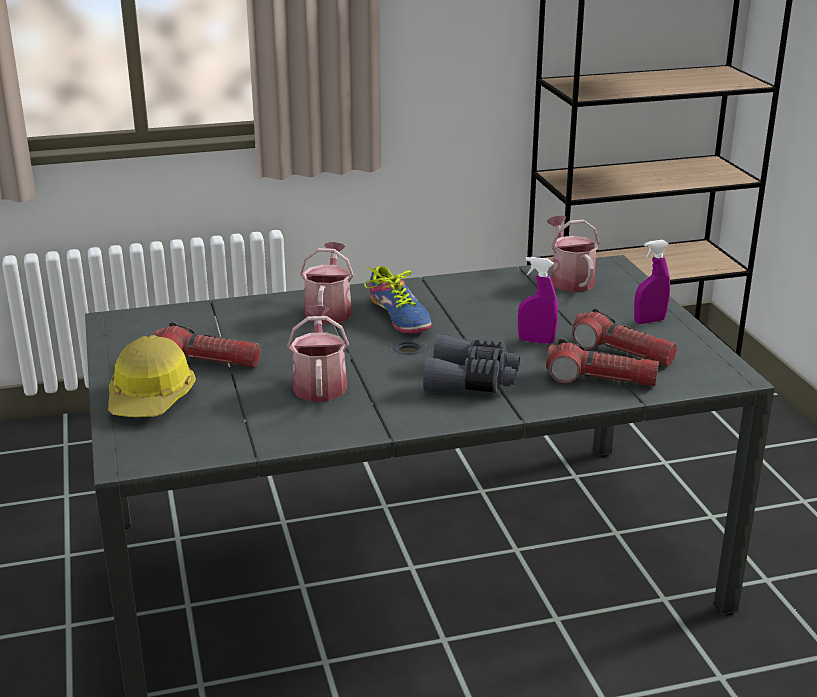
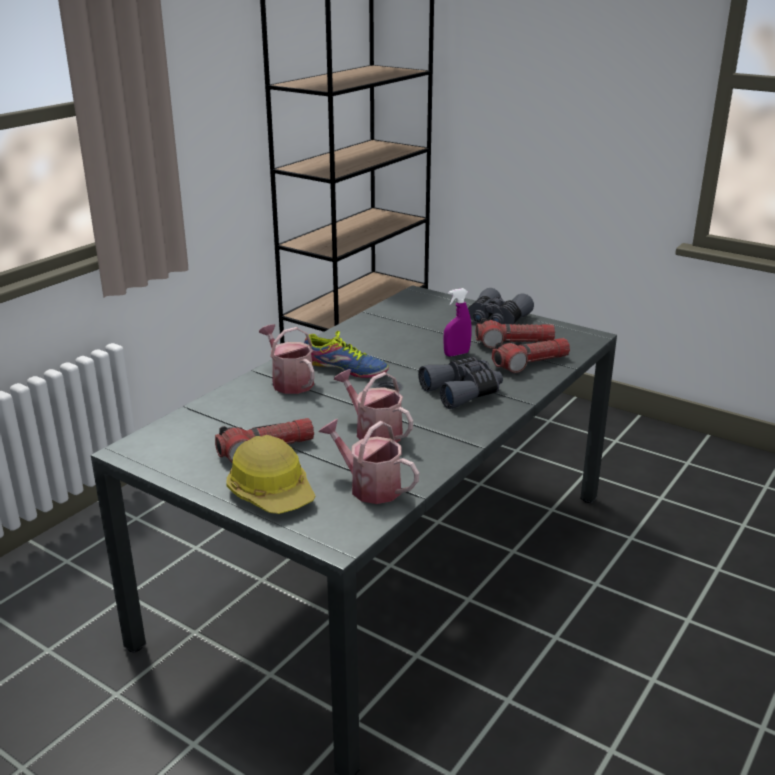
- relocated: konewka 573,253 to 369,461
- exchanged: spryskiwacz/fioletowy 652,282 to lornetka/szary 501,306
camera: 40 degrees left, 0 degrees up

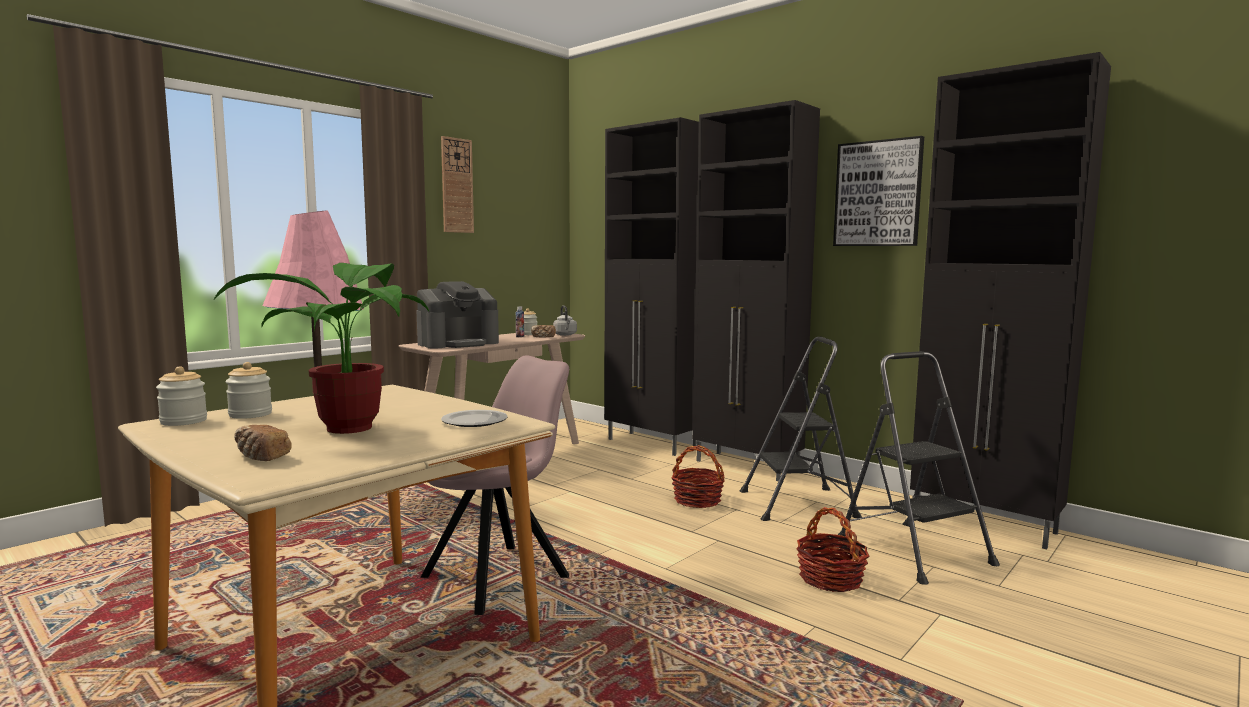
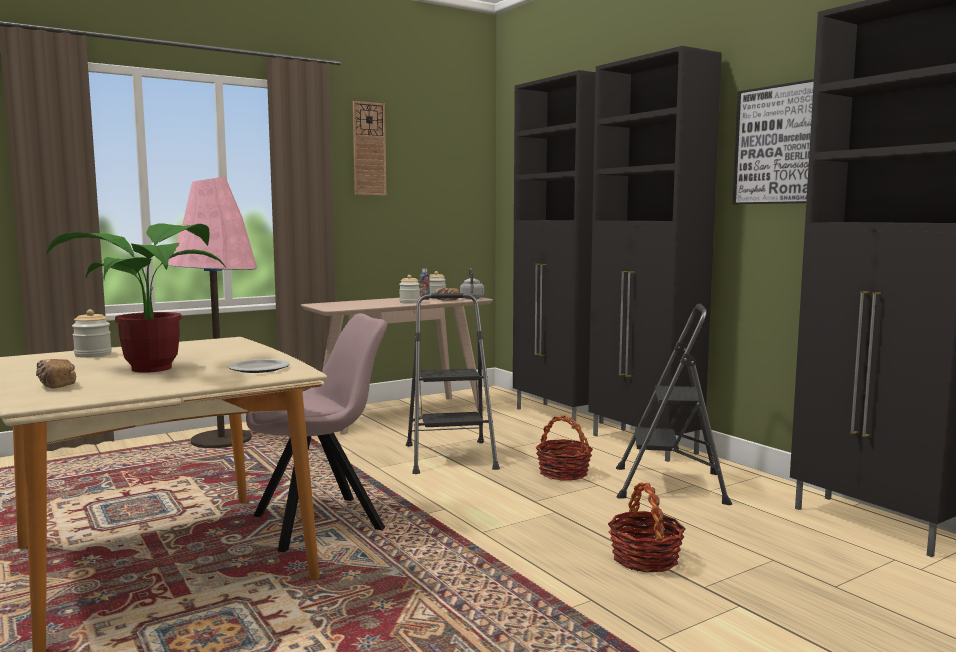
- missing: ekspres do kawy 458,314
- relocated: słoik 181,396 to 409,289
- relocated: drabinka/czarny 919,468 to 453,383
camera: 15 degrees right, 0 degrees up

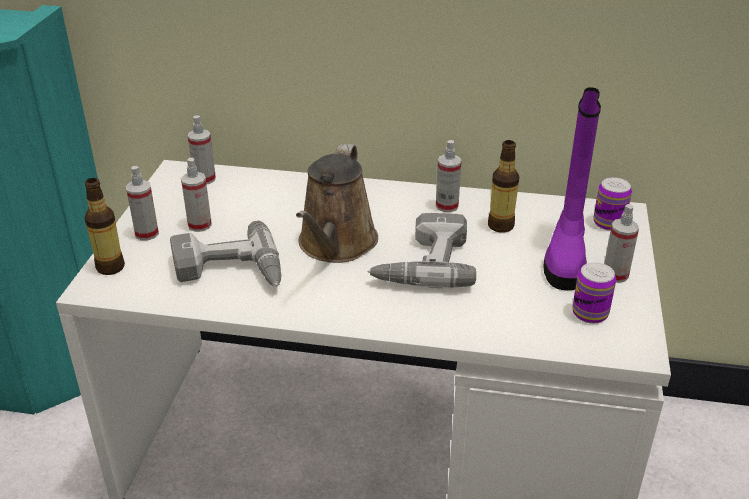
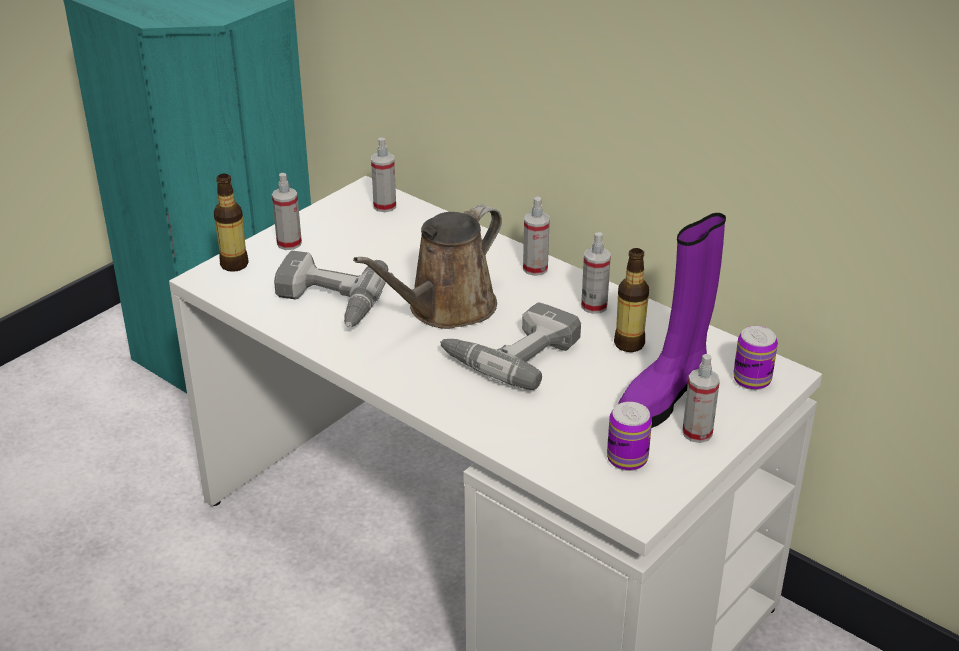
- relocated: spryskiwacz 196,195 to 536,236
camera: 30 degrees right, 0 degrees up

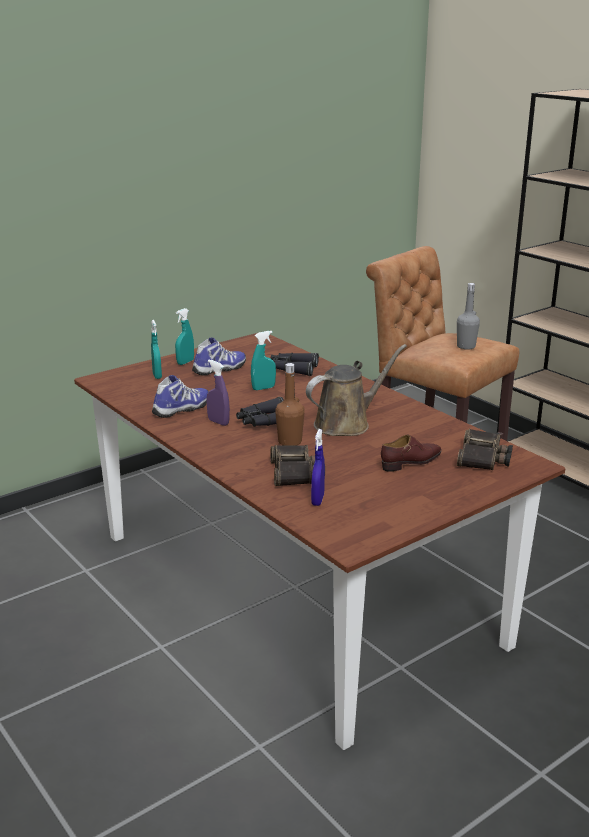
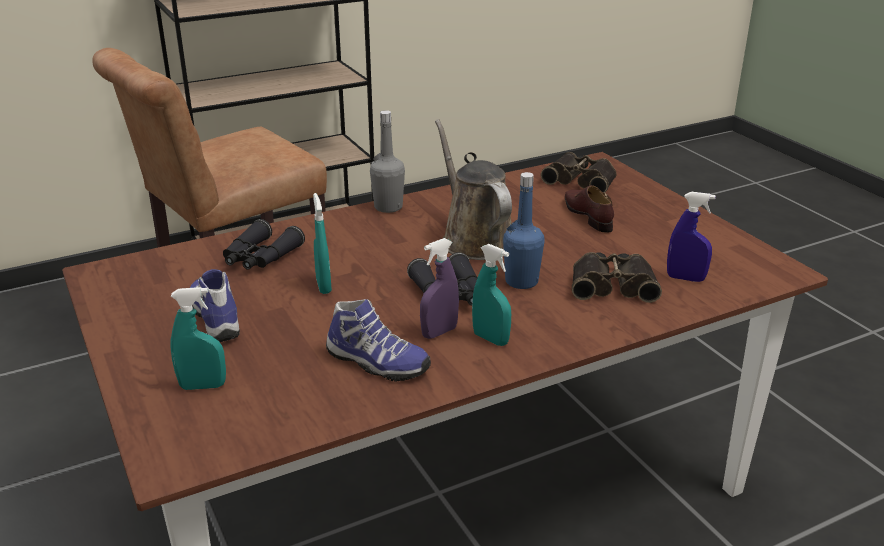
- relocated: spryskiwacz/turkusowy 184,336 to 491,295
- relocated: butelka/szary 468,316 to 387,161
- colour: butelka/brązowy 290,404 to butelka/niebieski 524,230
- spun: but 180,396 = 378,340 150 degrees clockwise
camera: 80 degrees left, 5 degrees up

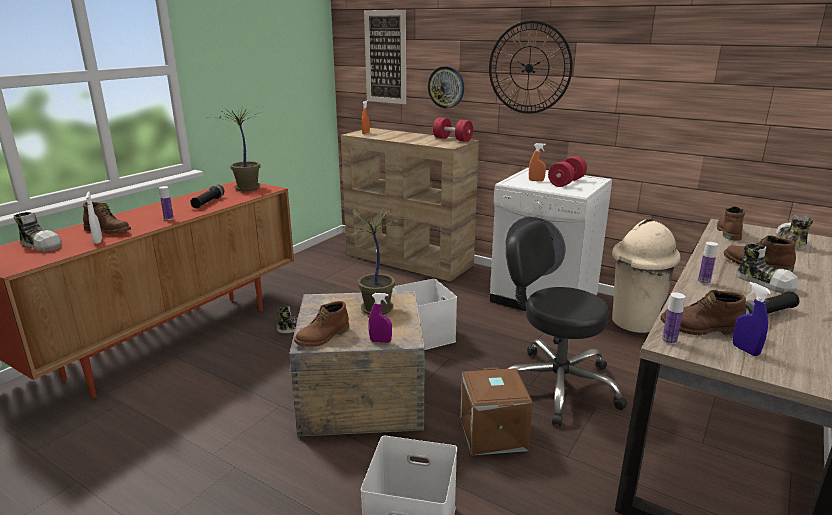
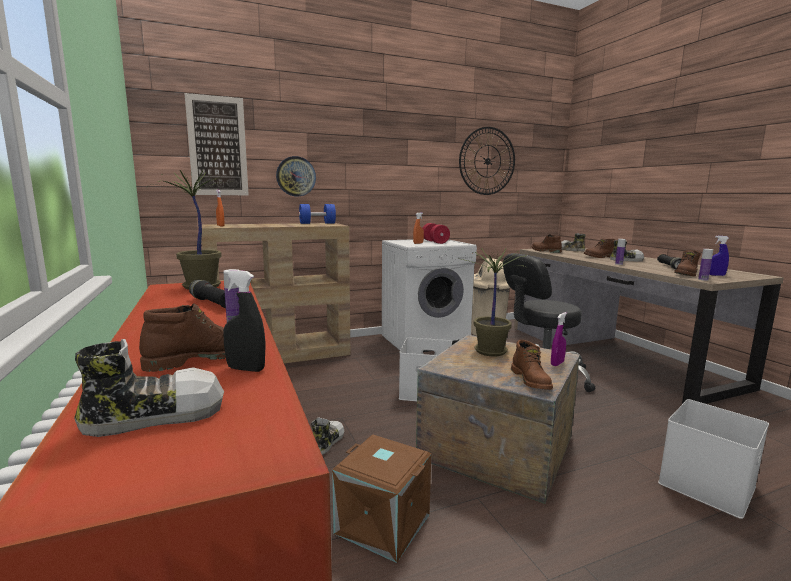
- relocated: pojemnik do przechowywania/brązowy 496,411 to 381,498
- relocated: zegar ścienny 531,67 to 487,161
- colour: spryskiwacz/biały 94,218 to spryskiwacz/czarny 244,321
- colour: hantel/czerwony 453,129 to hantel/niebieski 317,214
camera: 55 degrees left, 10 degrees down

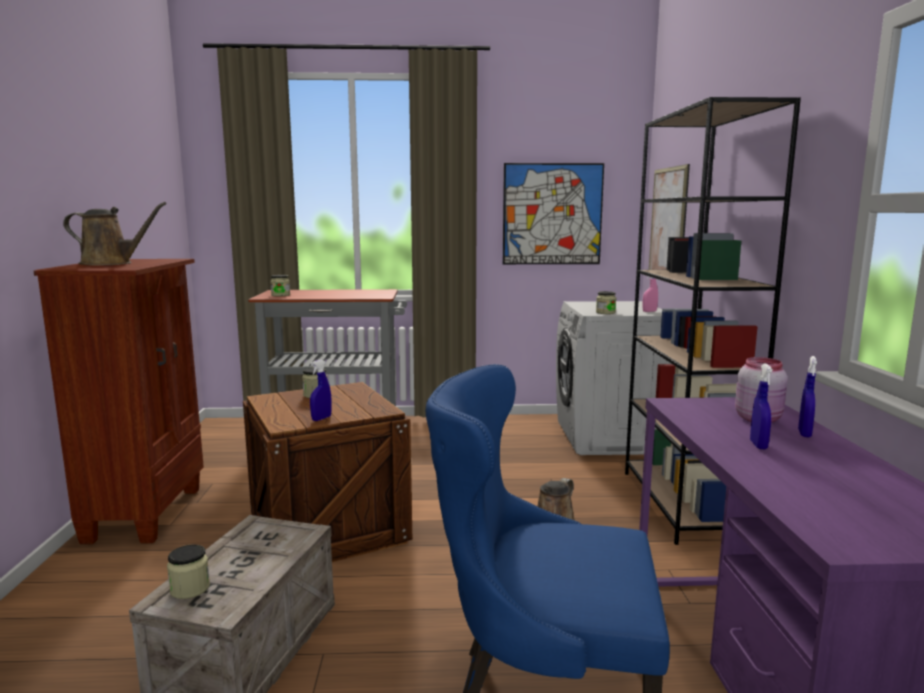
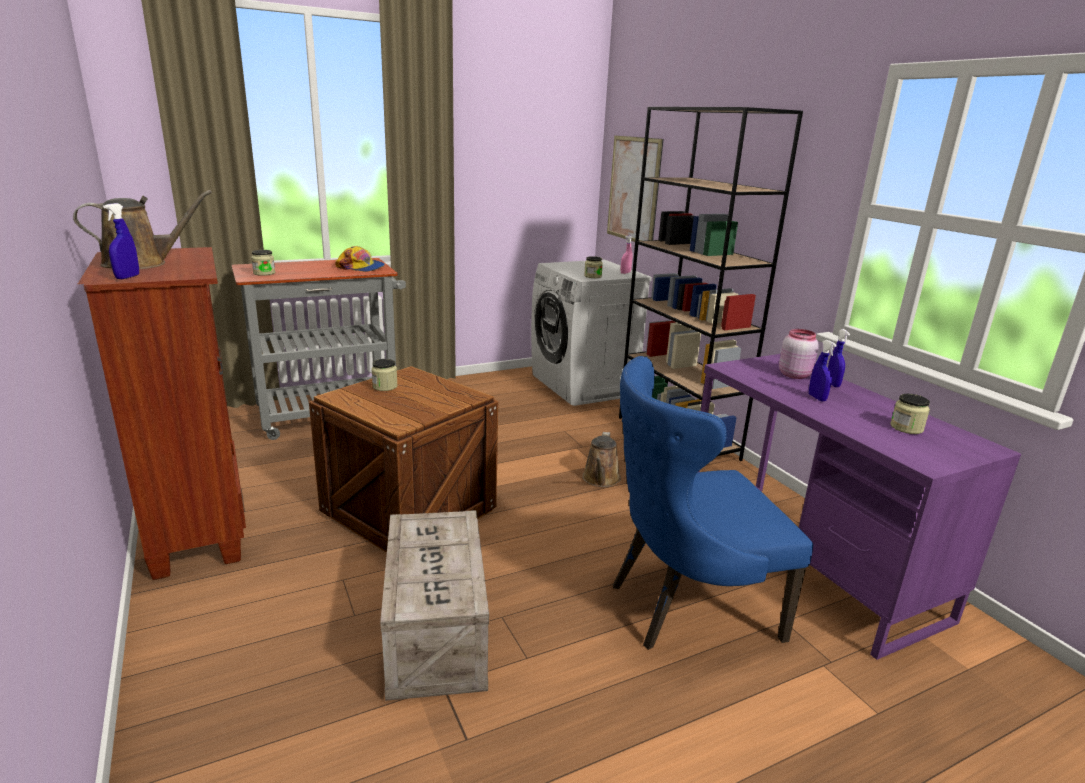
- missing: obraz 553,213
- appeared: czapka z daszkiem 360,259
- relocated: słoik 188,571 to 910,414
- relocated: spryskiwacz/niebieski 321,390 to 121,241
camera: 25 degrees left, 10 degrees up

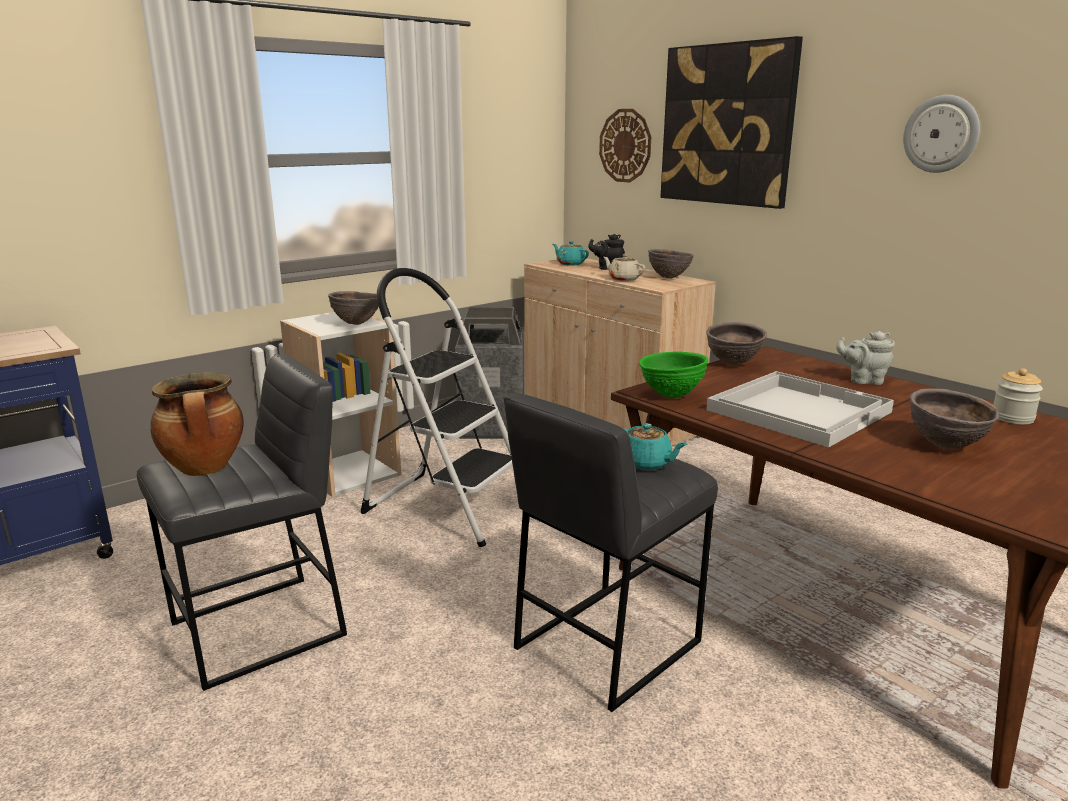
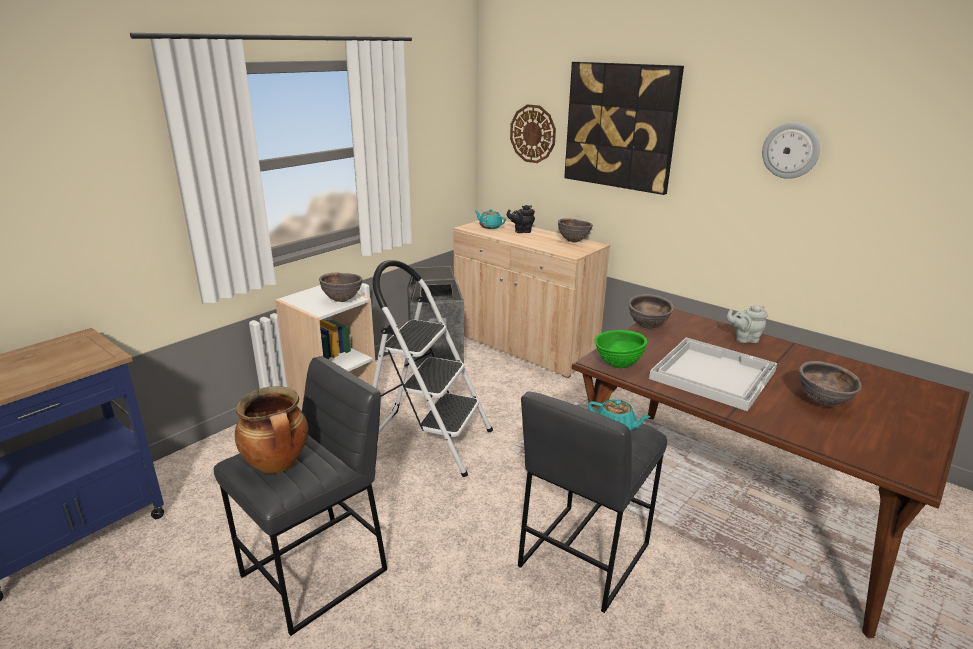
- missing: imbryk/beżowy 624,267
- missing: słoik 1018,396
camera: 10 degrees left, 5 degrees up

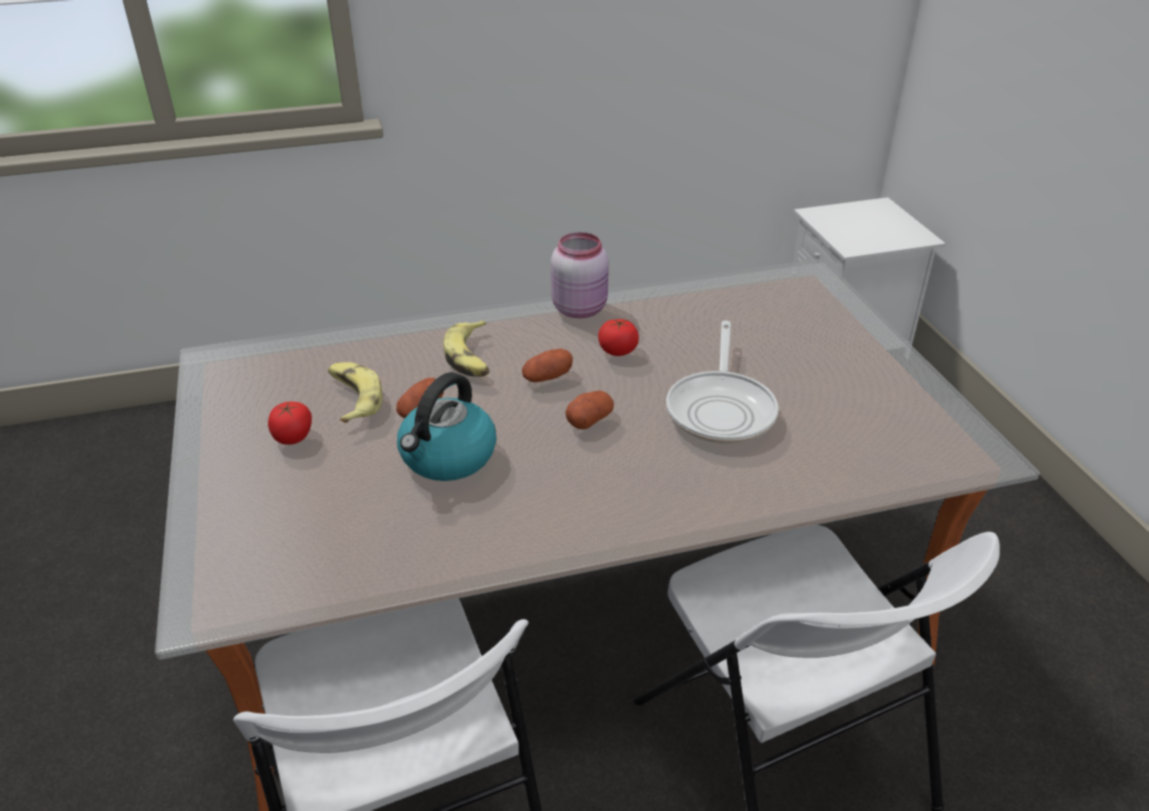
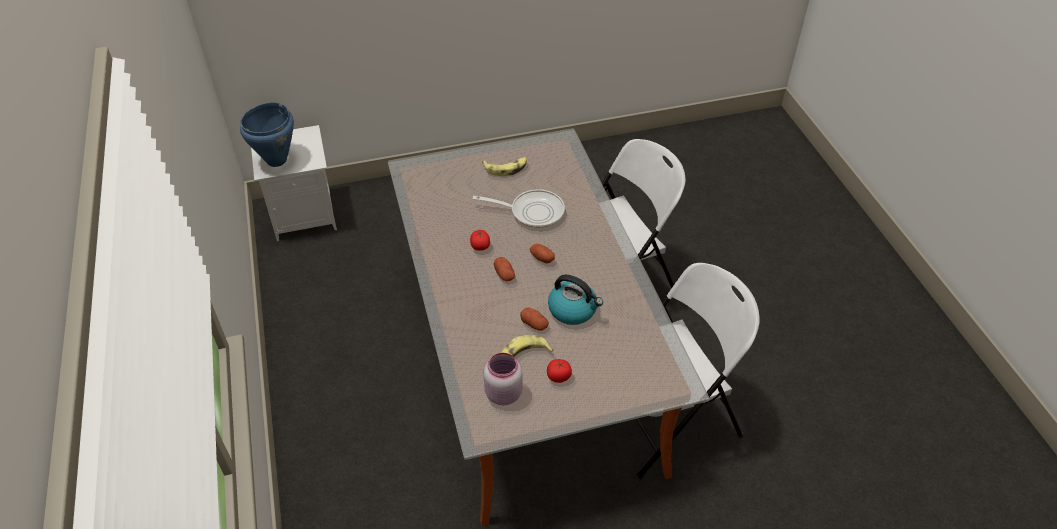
- appeared: garnek/niebieski 267,134
- relocated: banan 466,349 to 504,166
- relocated: słoik/różowy 580,275 to 503,379
camera: 90 degrees left, 10 degrees up

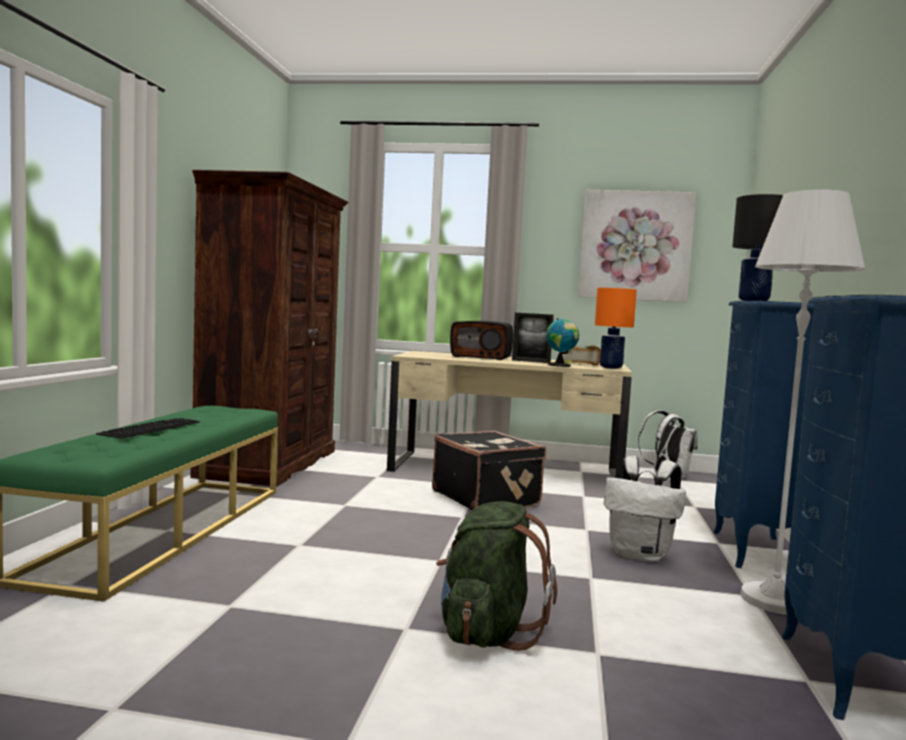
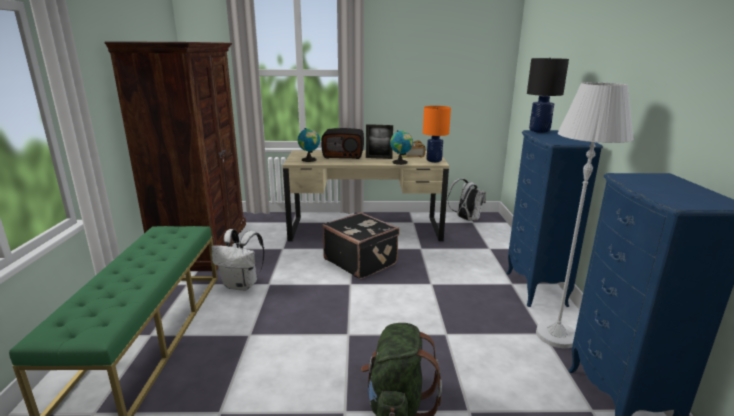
- missing: klawiatura 148,428
- missing: obraz 637,246
- appeared: globus 309,145
- relocated: plecak/biały 645,509 to 238,260
camera: 10 degrees left, 15 degrees up

